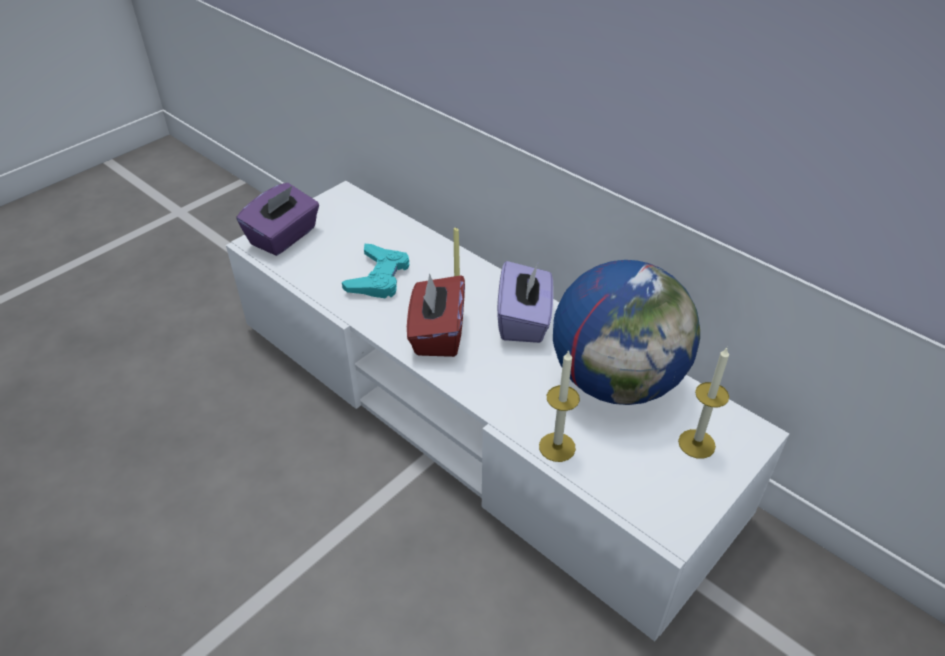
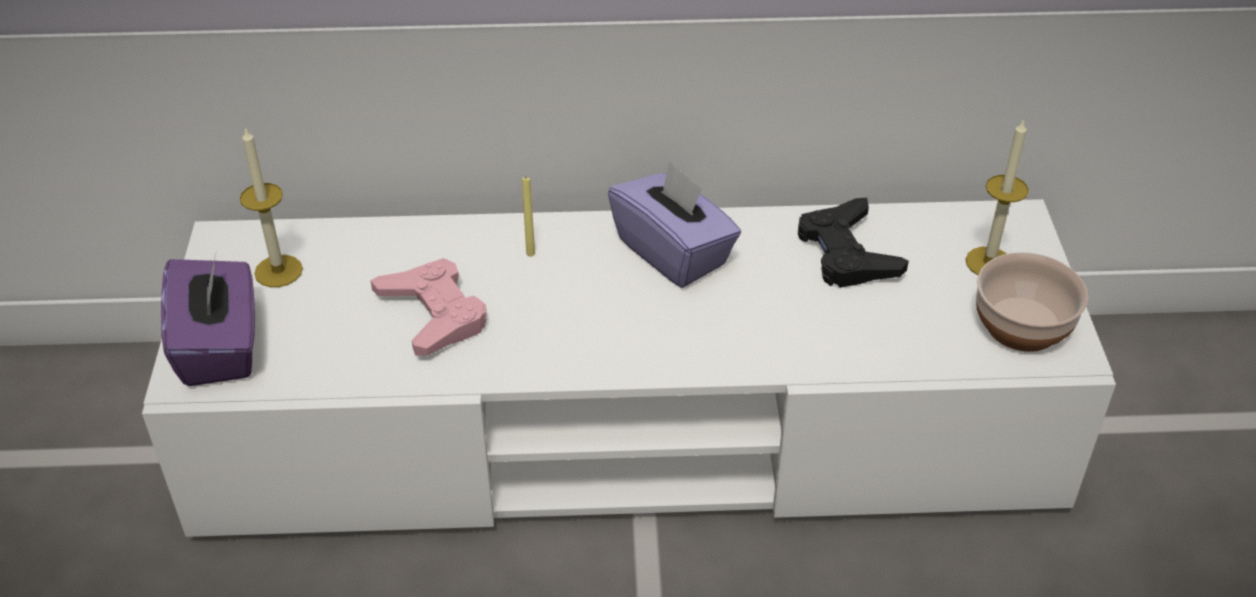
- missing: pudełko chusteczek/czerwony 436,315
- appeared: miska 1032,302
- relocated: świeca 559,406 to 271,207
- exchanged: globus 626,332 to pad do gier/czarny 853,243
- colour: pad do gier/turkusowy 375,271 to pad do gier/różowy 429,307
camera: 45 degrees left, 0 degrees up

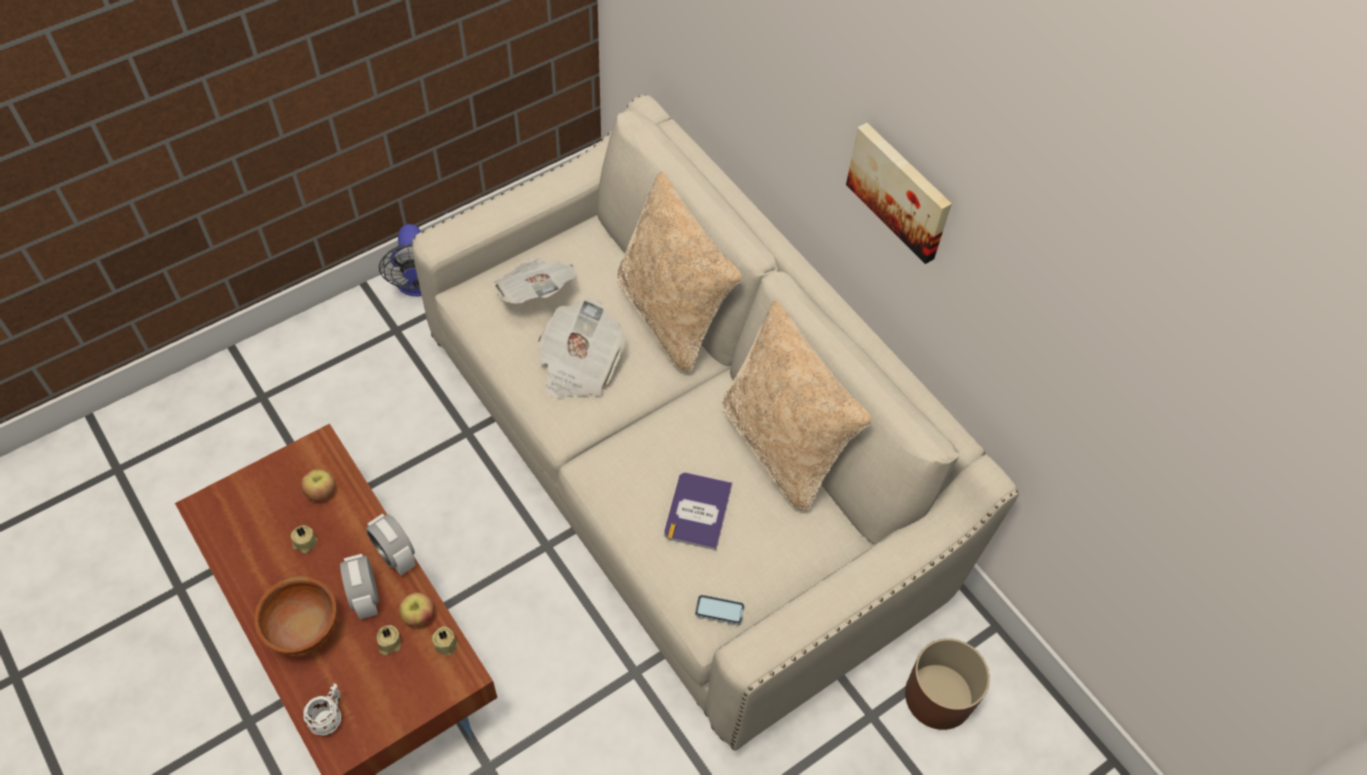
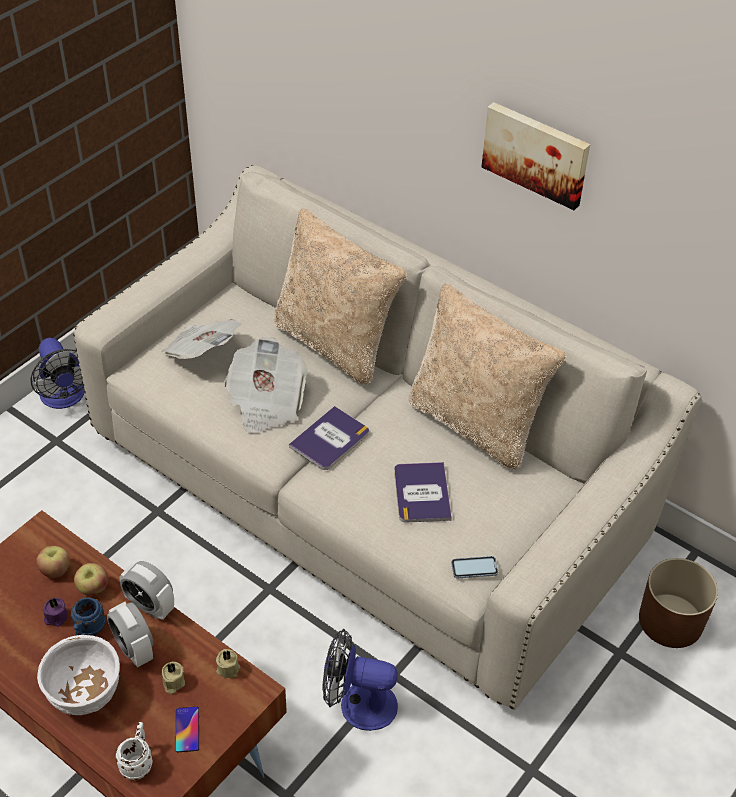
- appeared: kubek/niebieski 88,616
- appeared: telefon 187,729
- appeared: książka 329,438
- appeared: wentylator 360,680
- relocated: jabłko 417,609 to 91,579
- colour: miska/brązowy 295,616 to miska/biały 78,675
- colour: świeca/beżowy 304,539 to świeca/fioletowy 55,612
camera: 15 degrees left, 10 degrees down

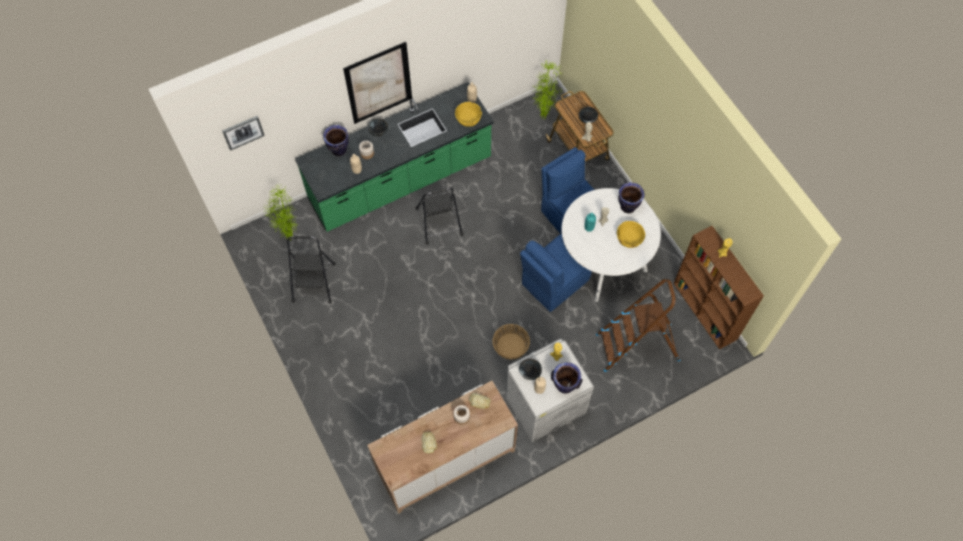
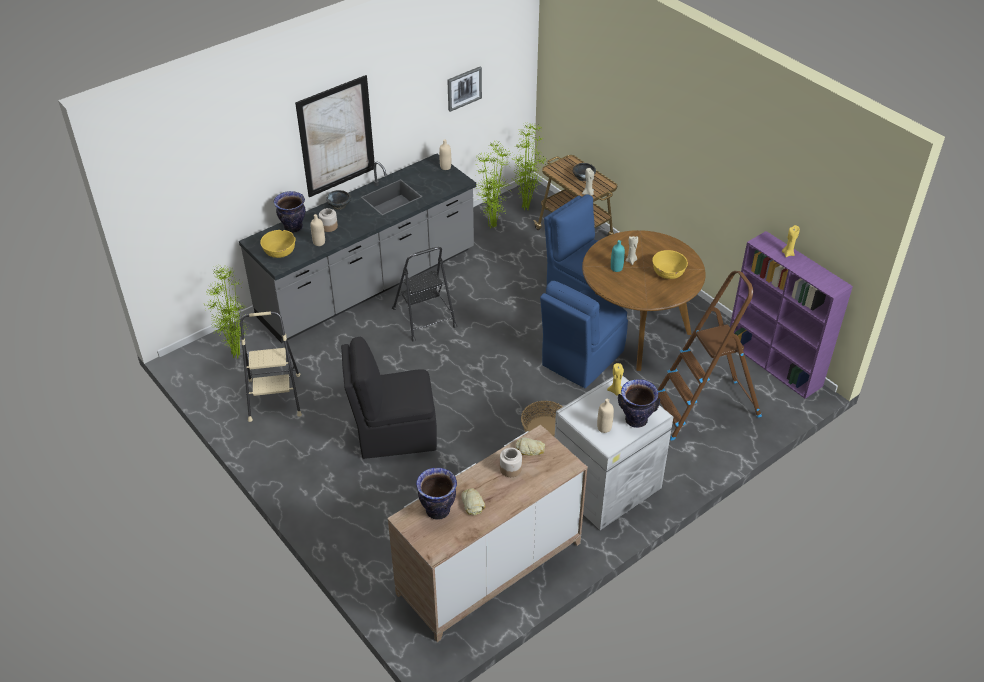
- missing: miska/czarny 530,369
- appeared: krzesło/czarny 389,398
- appeared: roślina doniczkowa 492,184
- relocated: obraz 243,133 to 464,89
- relocated: miska/żółty 468,114 to 278,244
- relocated: wazon 631,197 to 436,494
- colour: drabinka/czarny 311,270 to drabinka/beżowy 271,366
- colour: zabudowa kuchenna/zielony 394,157 to zabudowa kuchenna/szary 357,248
- colour: stół jadalny/biały 611,245 to stół jadalny/brązowy 644,300
- colour: regał/brązowy 719,288 to regał/fioletowy 791,315
camera: 10 degrees left, 20 degrees down

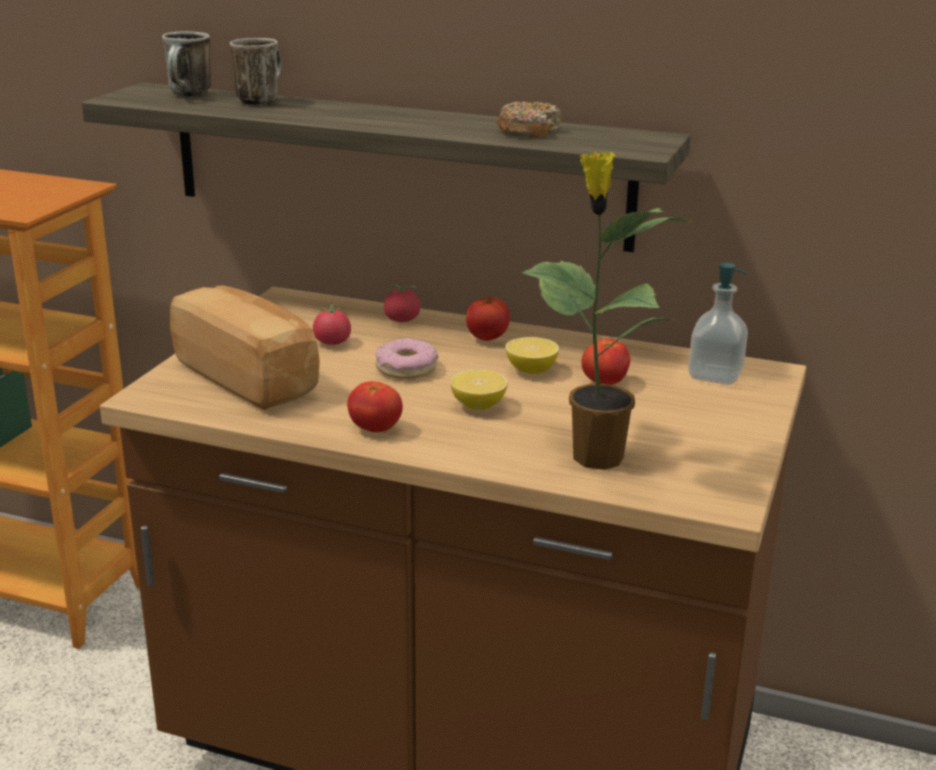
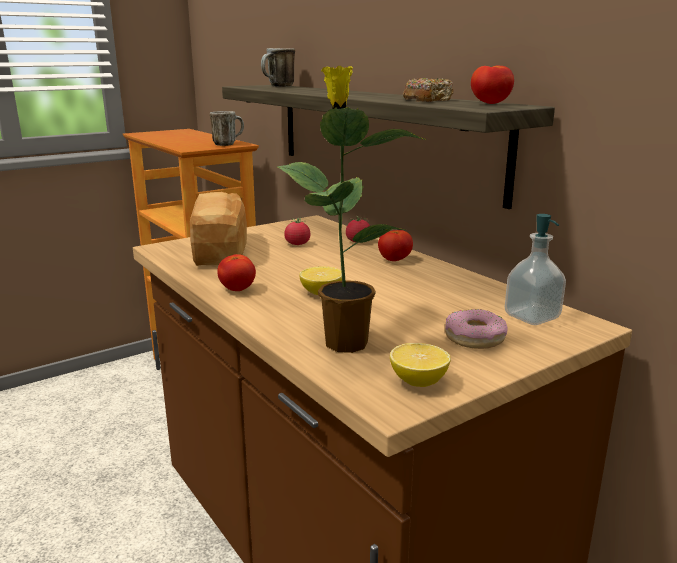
- relocated: kubek 255,71 to 227,128
- relocated: donut 406,358 to 476,329
- relocated: cytryna 532,355 to 420,365
- relocated: pomidor 605,362 to 492,85
camera: 35 degrees right, 5 degrees down

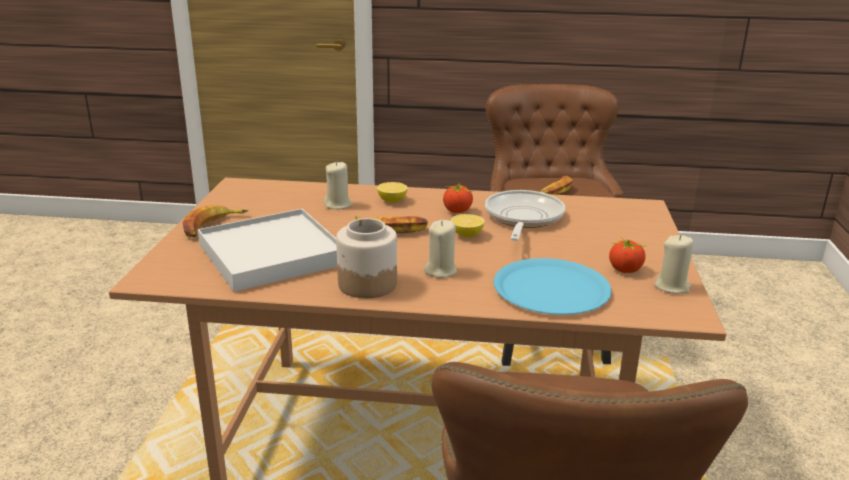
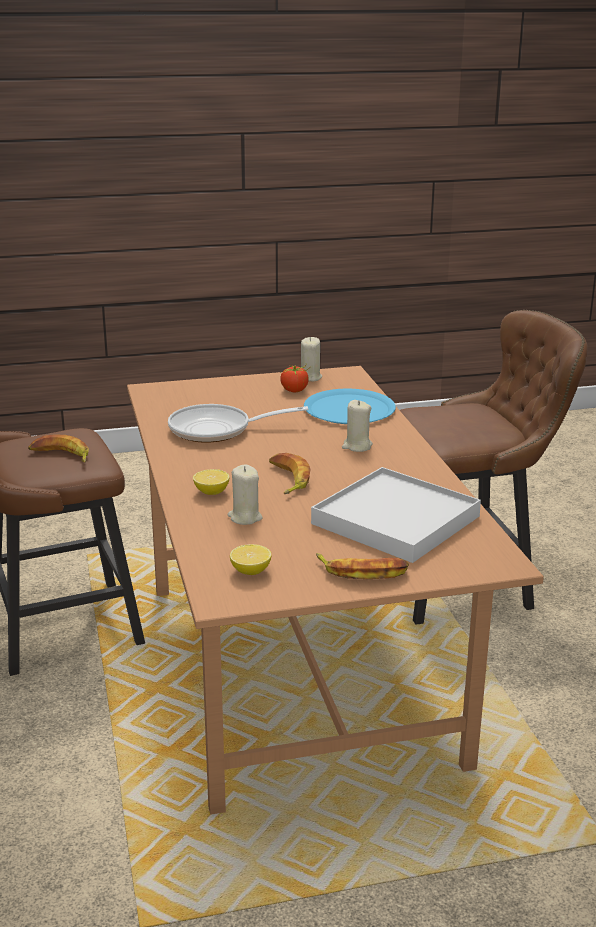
- missing: słoik 366,258
- missing: pomidor 458,198
- relocated: cytryna 468,226 to 251,559
camera: 110 degrees left, 0 degrees up

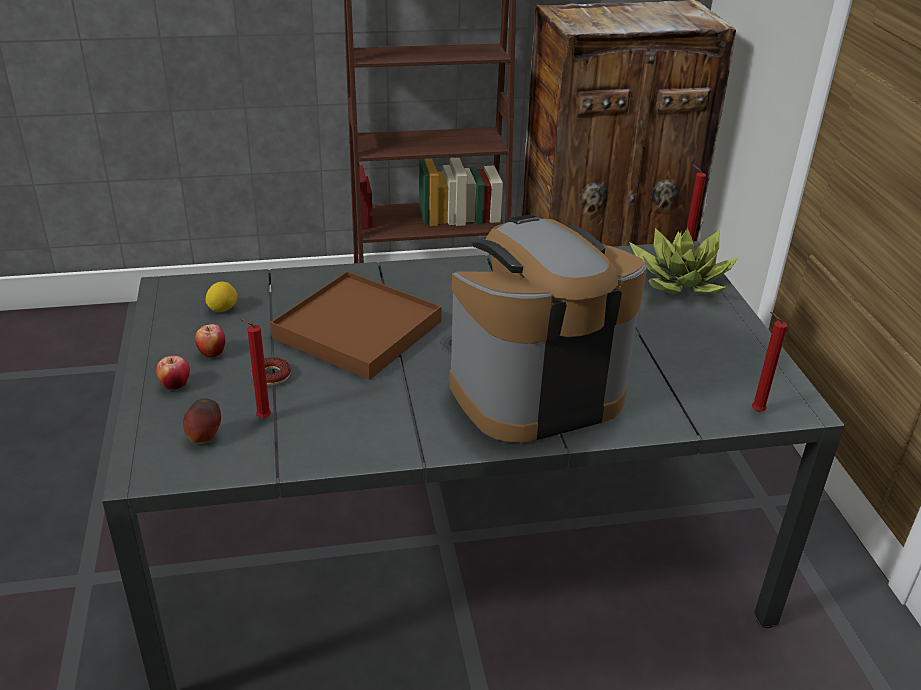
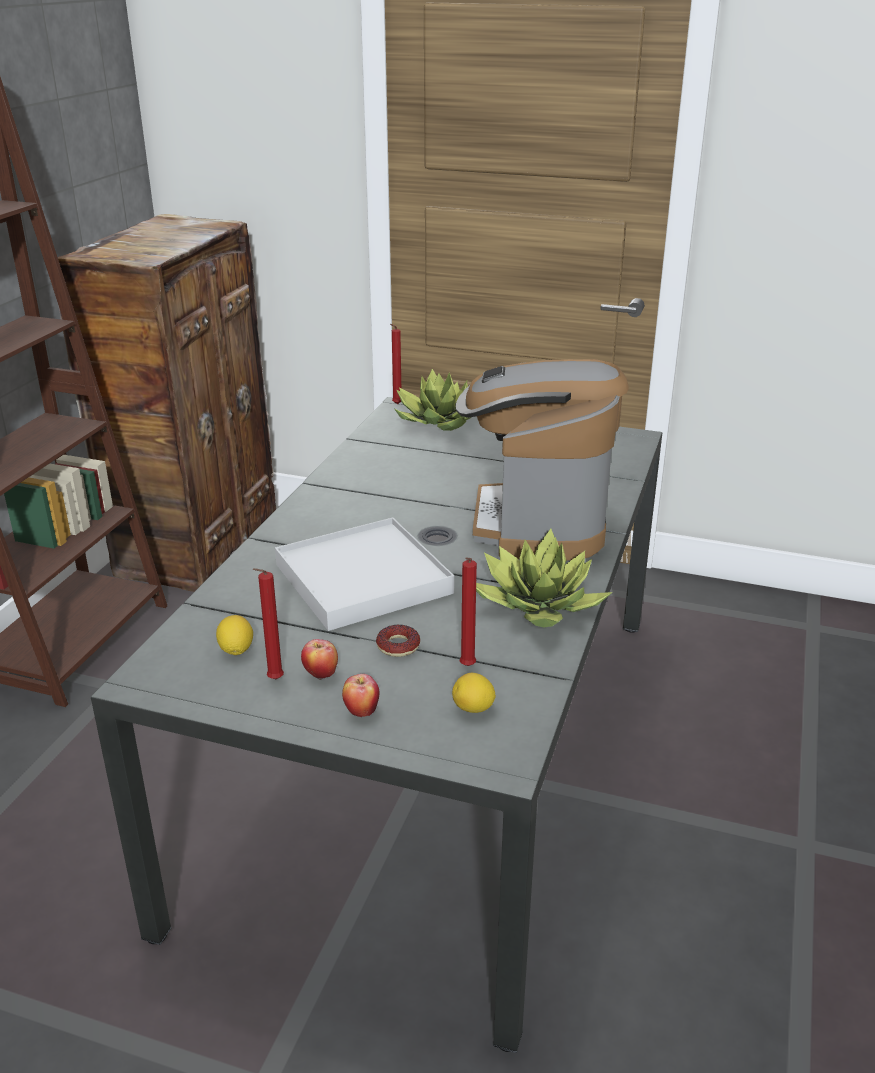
- appeared: roślina doniczkowa 544,578
- relocated: świeca/czerwony 769,362 to 268,623
- exchanged: jabłko 202,421 to cytryna 474,693
- colour: taca/brązowy 356,325 to taca/biały 364,574
camera: 60 degrees left, 5 degrees down

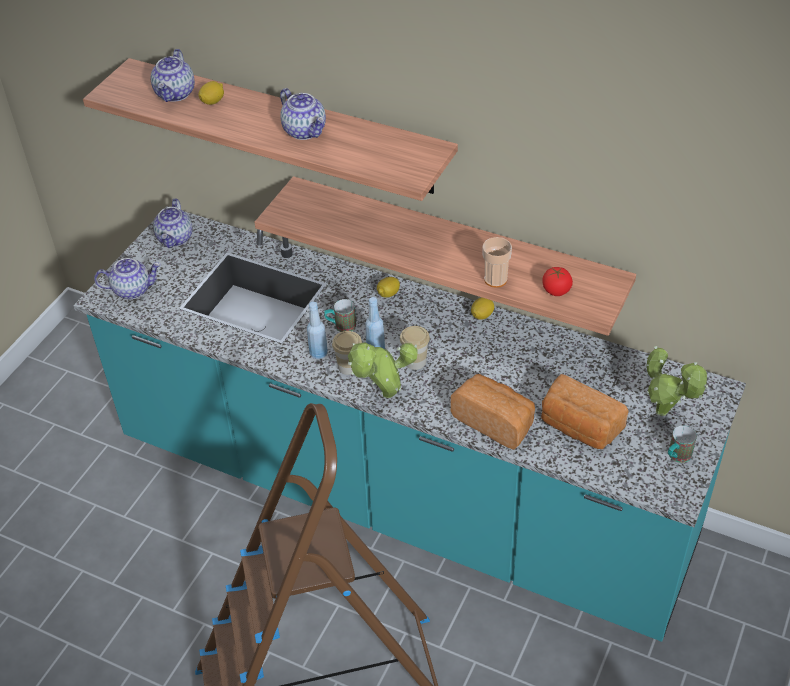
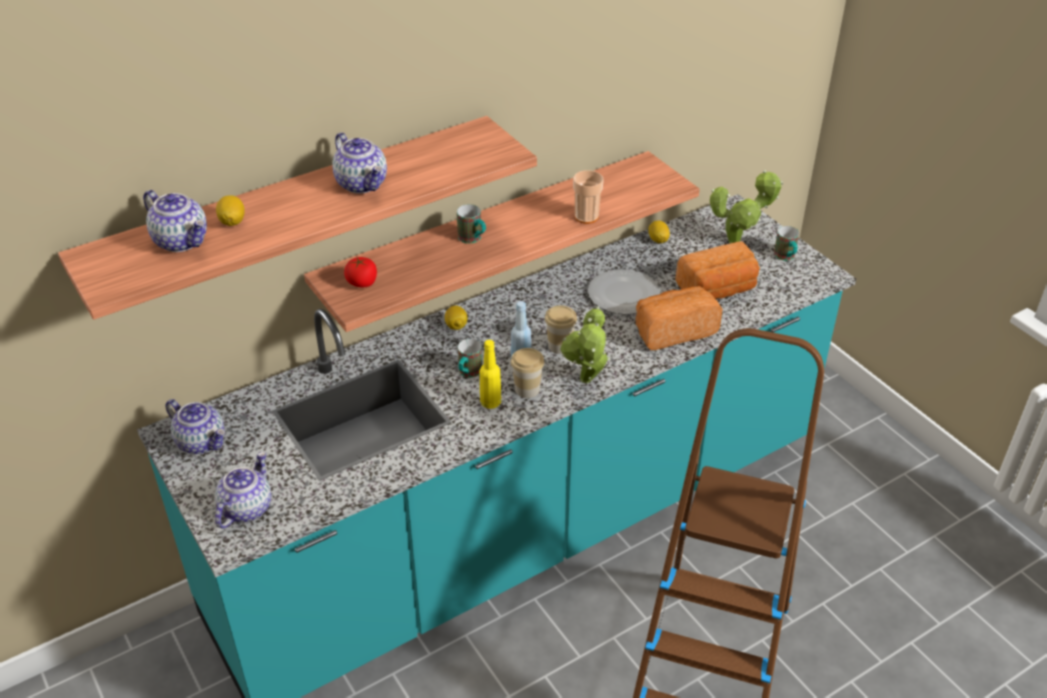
- appeared: kubek 471,224
- appeared: talerz 624,292
- relocated: cytryna 482,308 to 659,232
- relocated: pomidor 557,281 to 360,272
- colour: butelka/niebieski 317,330 to butelka/żółty 490,374
- spun: imbryk 303,114 = 359,163 60 degrees clockwise
camera: 60 degrees left, 5 degrees down

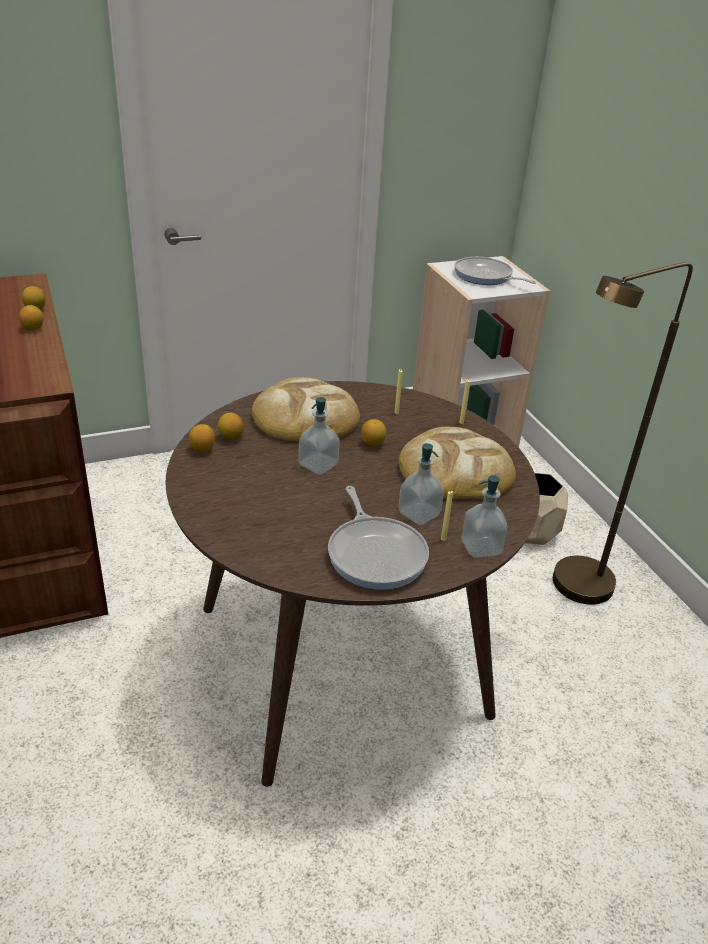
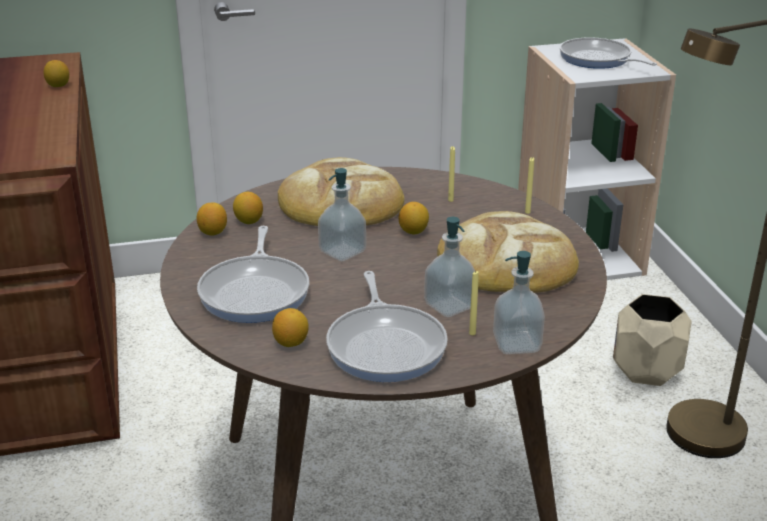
- appeared: patelnia 253,274
- relocated: cytryna 31,317 to 290,327
camera: 10 degrees right, 5 degrees down

